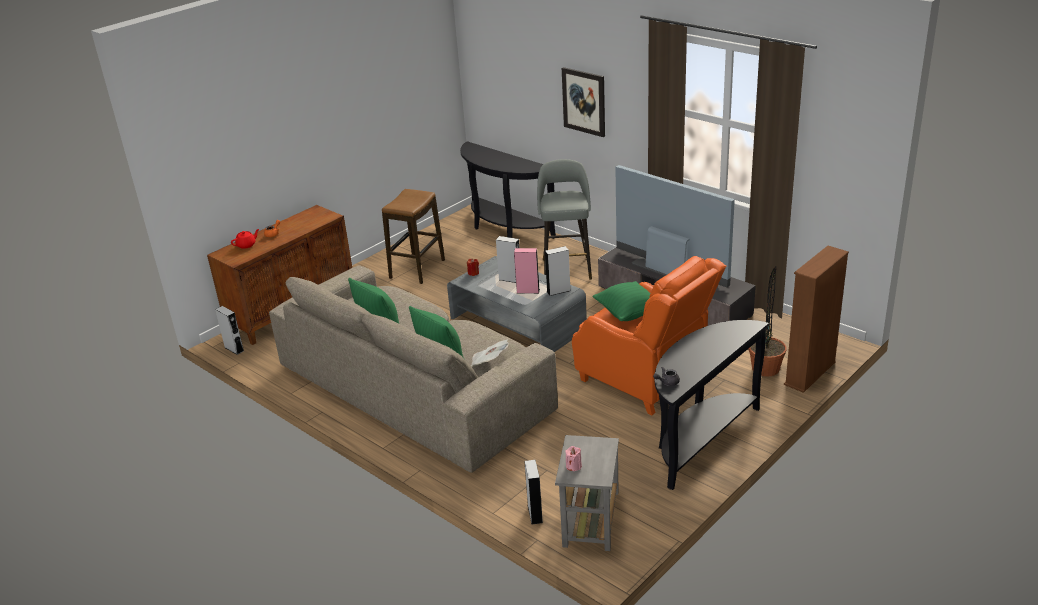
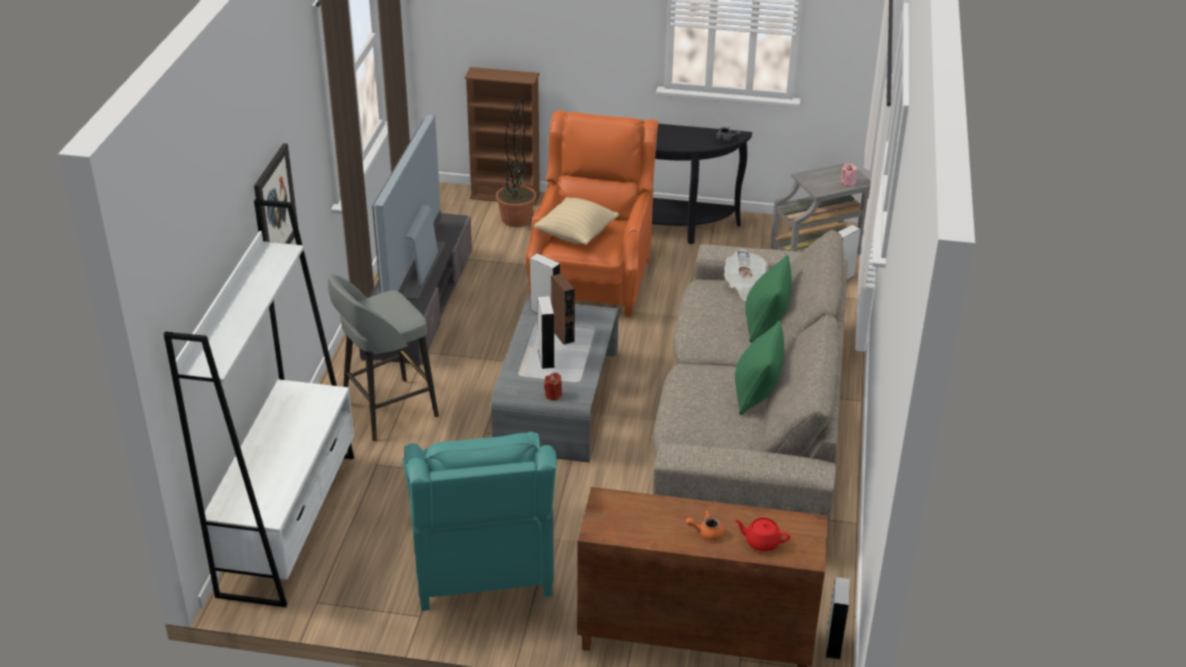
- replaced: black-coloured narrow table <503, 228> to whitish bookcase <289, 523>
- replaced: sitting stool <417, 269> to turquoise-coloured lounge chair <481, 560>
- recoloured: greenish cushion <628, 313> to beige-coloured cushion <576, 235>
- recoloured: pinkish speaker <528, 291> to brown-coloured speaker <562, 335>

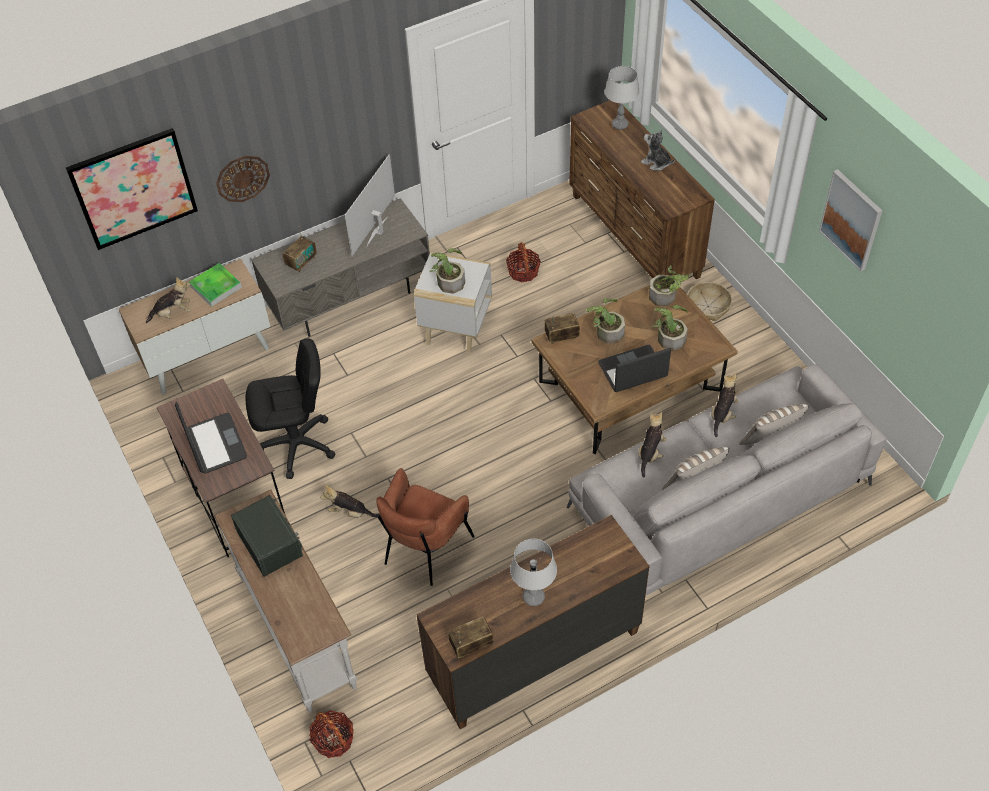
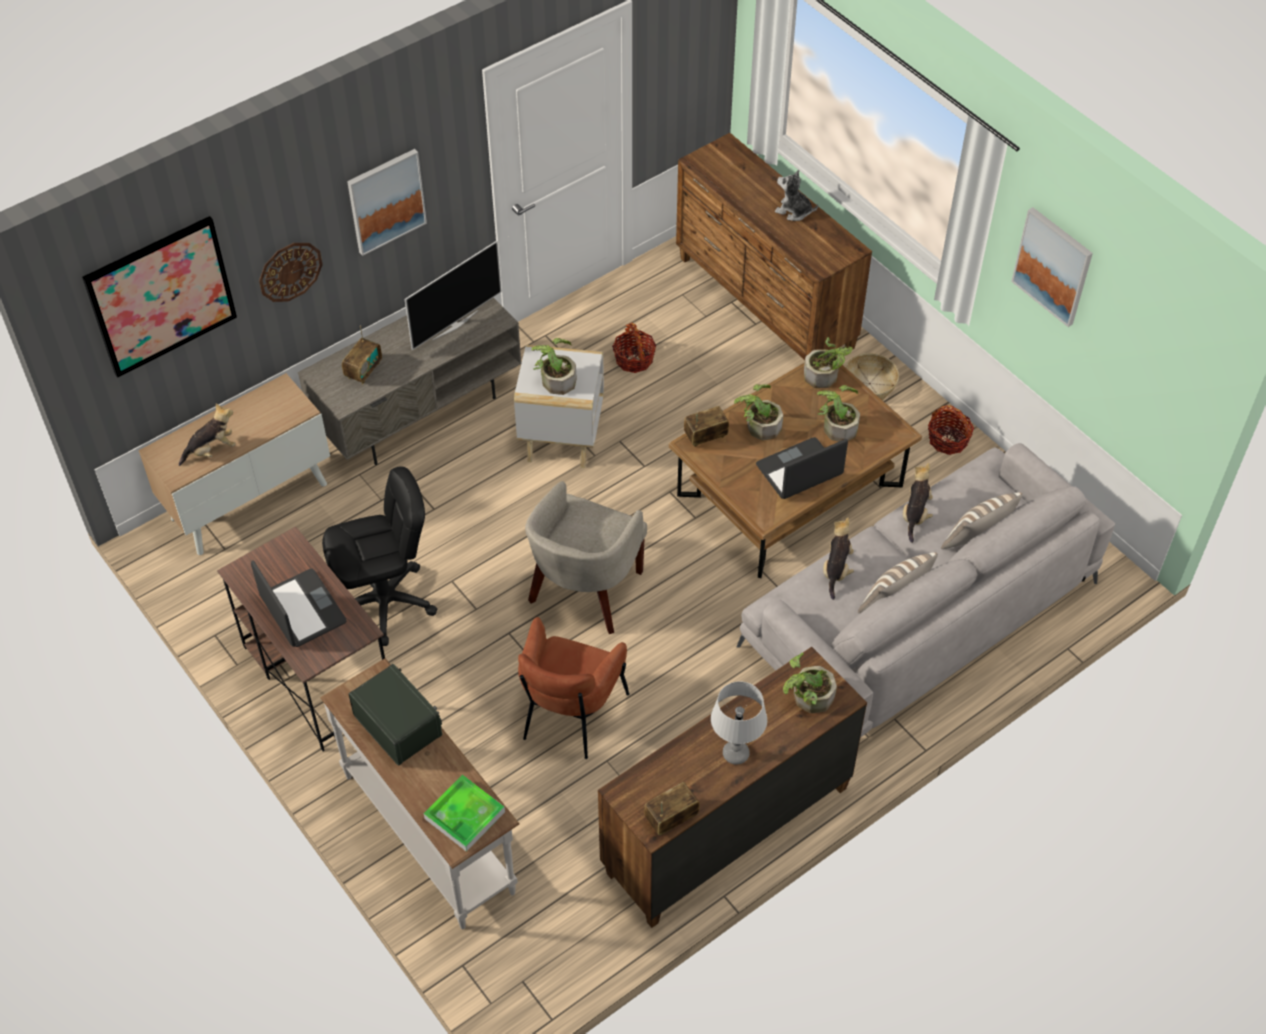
- added: picture <386, 201>
- turned: television <378, 232> = <454, 324> 150 degrees counterclockwise
- moved: serving tray <216, 287> to <464, 815>
- added: beige-coloured lounge chair <585, 591>
- added: potted plant <807, 697>
- moved: household basket <334, 739> to <948, 440>
- removed: plush toy <350, 512>
- removed: gray table lamp <620, 125>

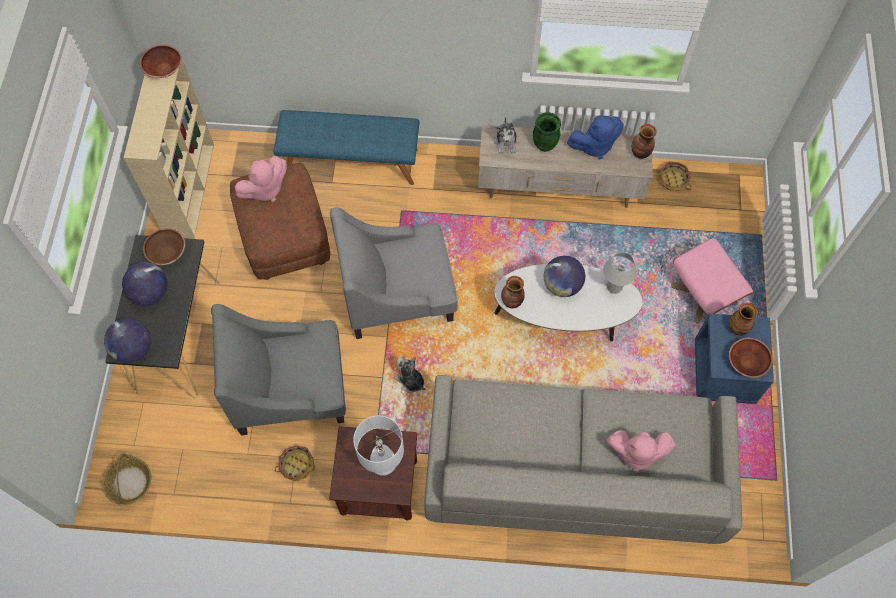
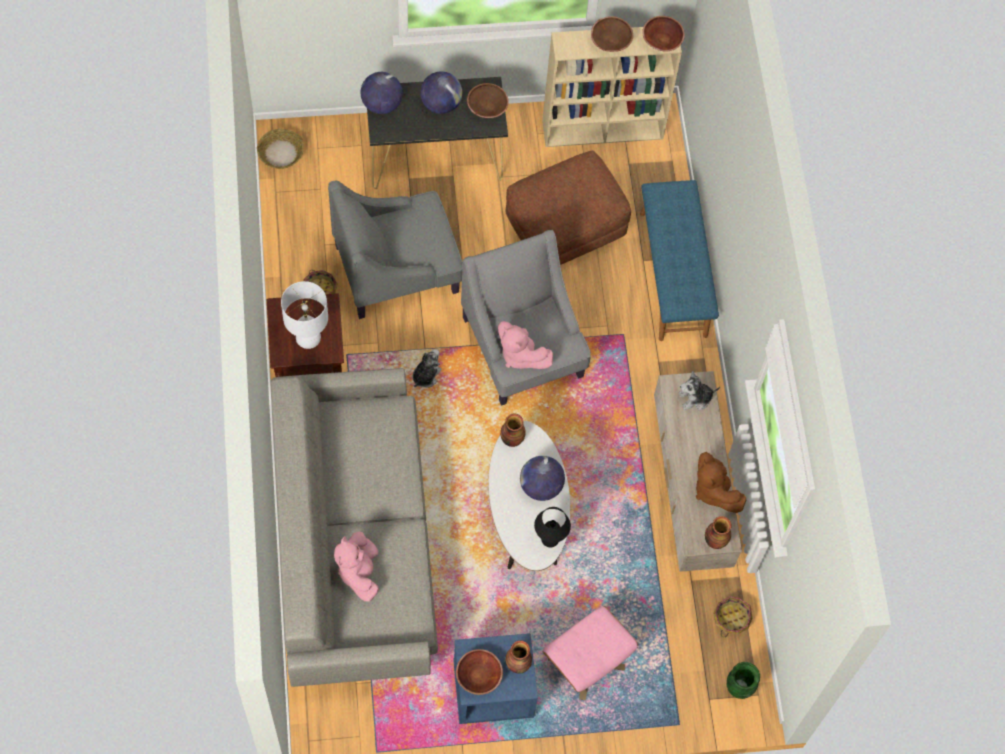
- turned: gray lounge chair <291, 388> = <398, 268> 90 degrees counterclockwise
- moved: pinkish plush toy <264, 189> to <520, 355>
- recoloured: whitish table lamp <614, 286> to black-coloured table lamp <550, 539>
- added: brown-coloured serving bowl <611, 41>
- recoloured: bluish plush toy <594, 145> to brown-coloured plush toy <713, 490>
- moved: greenish decorative vase <544, 144> to <739, 688>

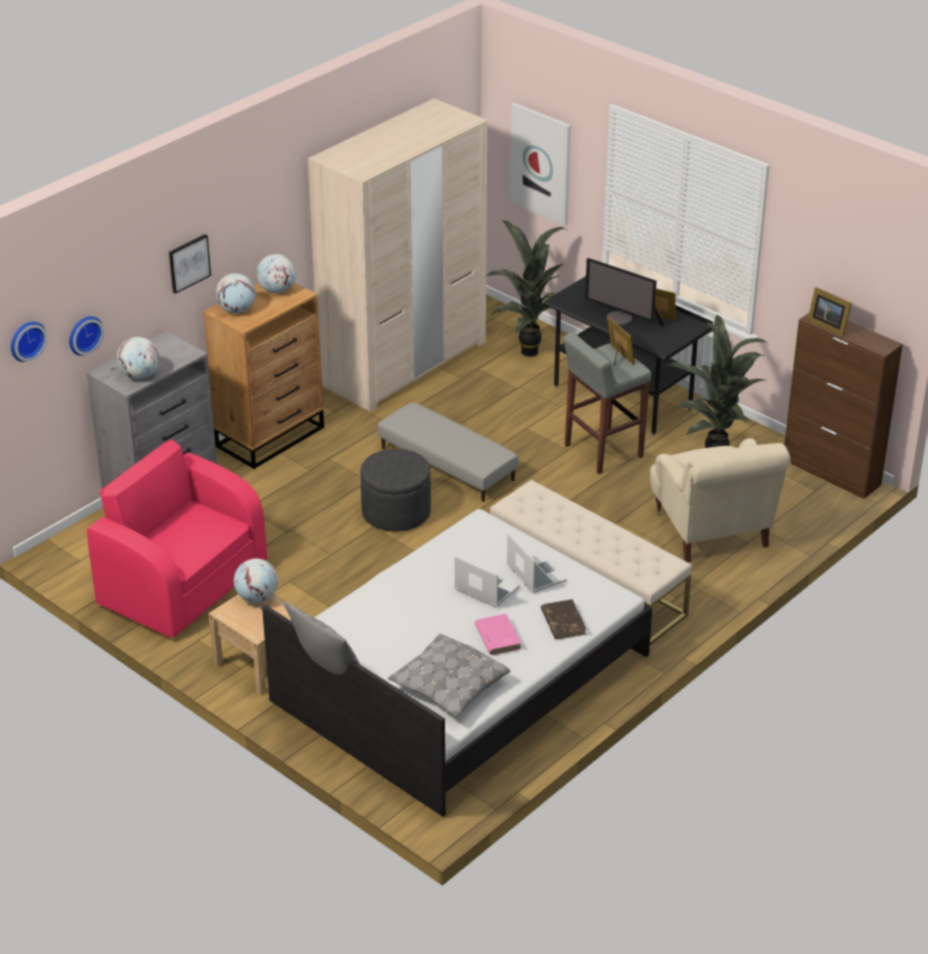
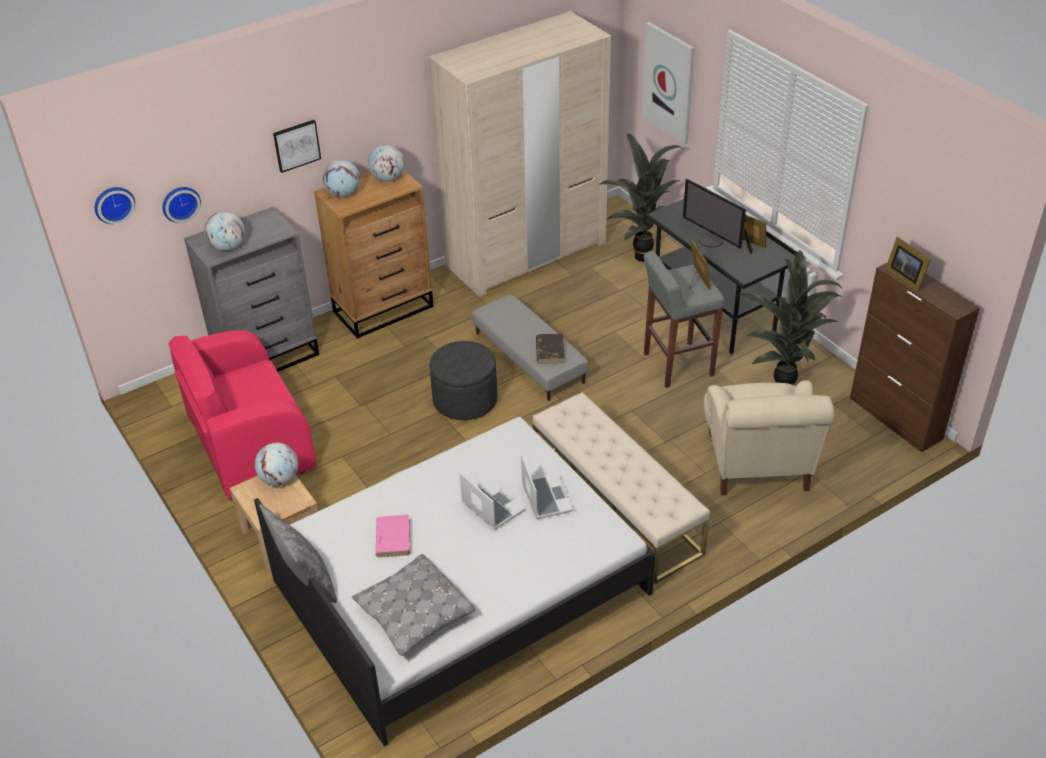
- turned: pinkish lounge chair <183, 583> = <249, 443> 75 degrees counterclockwise
- moved: pinkish book <497, 637> to <393, 538>
- moved: brown-coloured book <563, 621> to <550, 350>

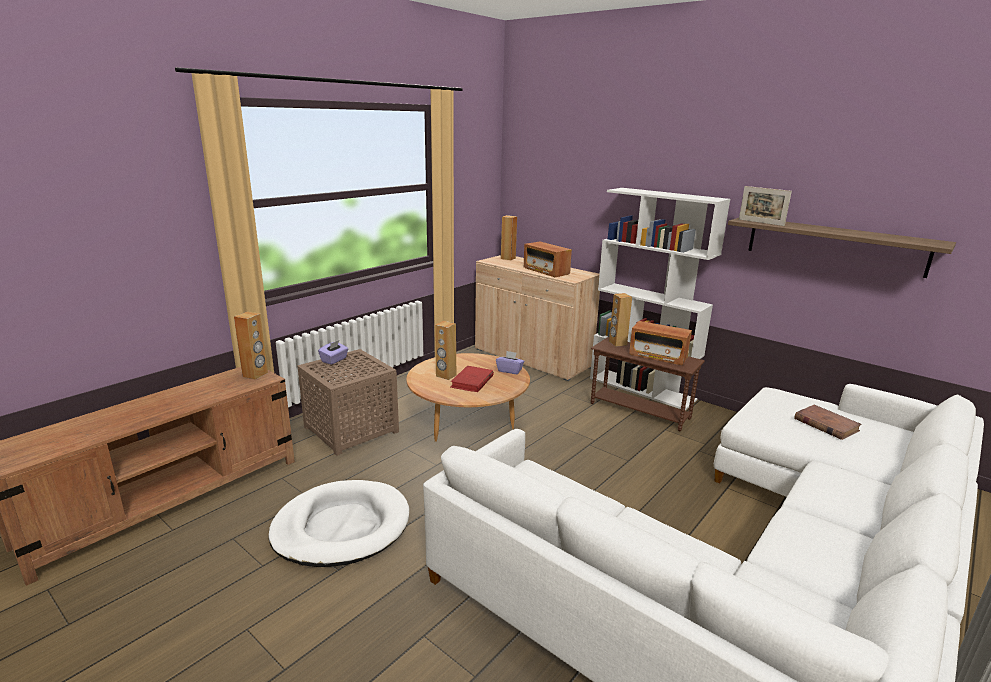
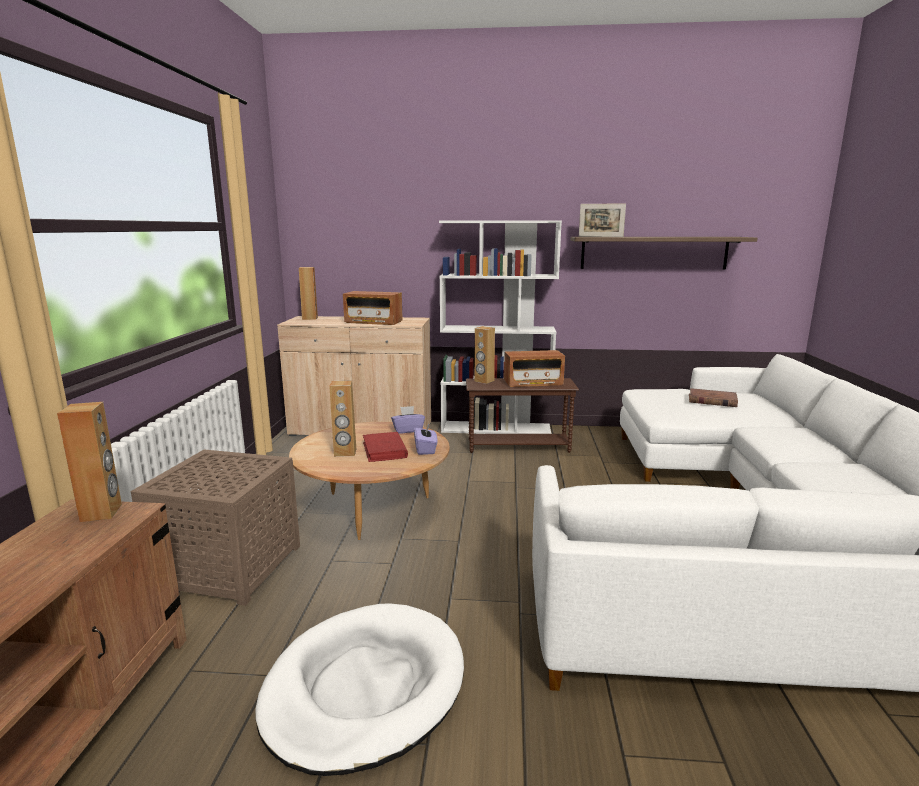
- moved: purplish tissue holder <334, 360> to <425, 449>

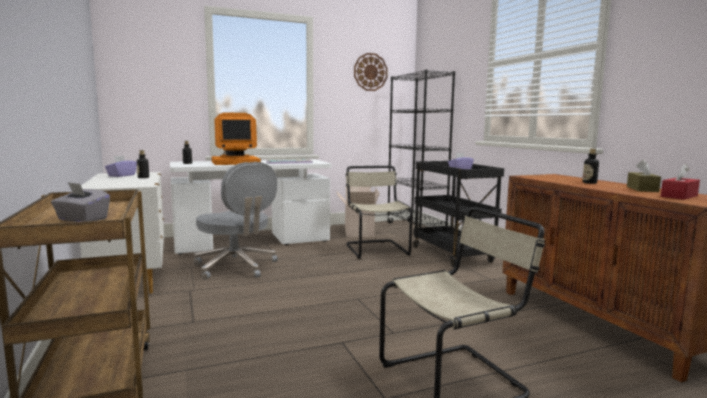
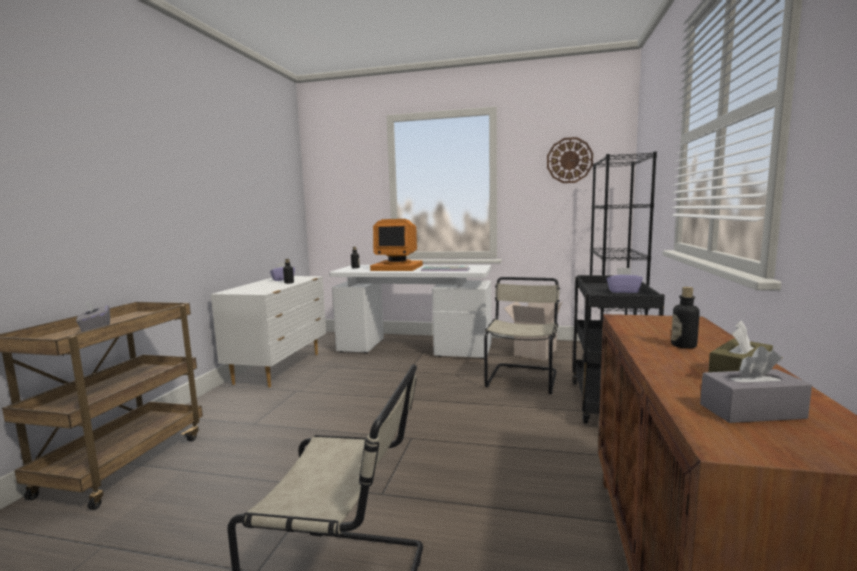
- recoloured: red-coloured tissue holder <679, 196> to gray tissue holder <751, 411>
- removed: gray office chair <236, 267>

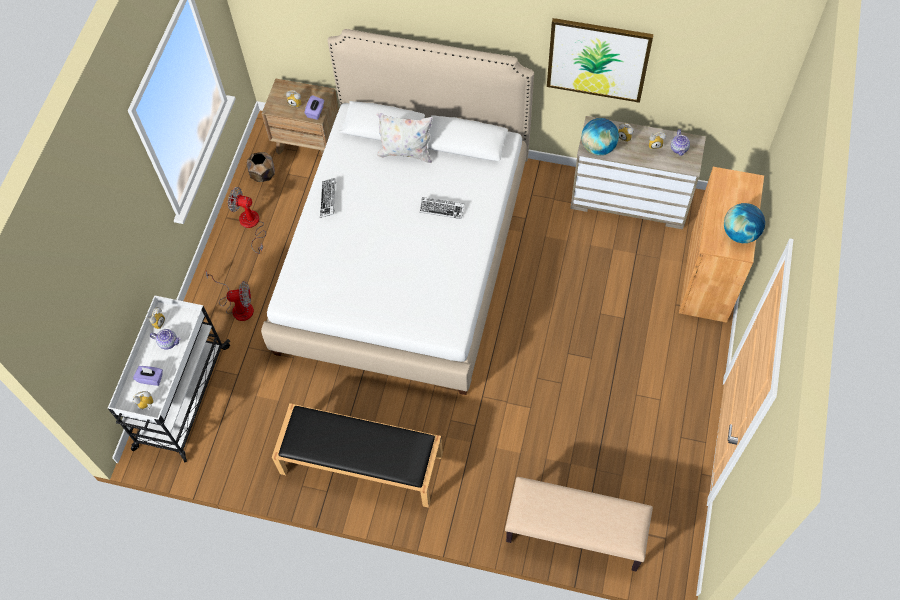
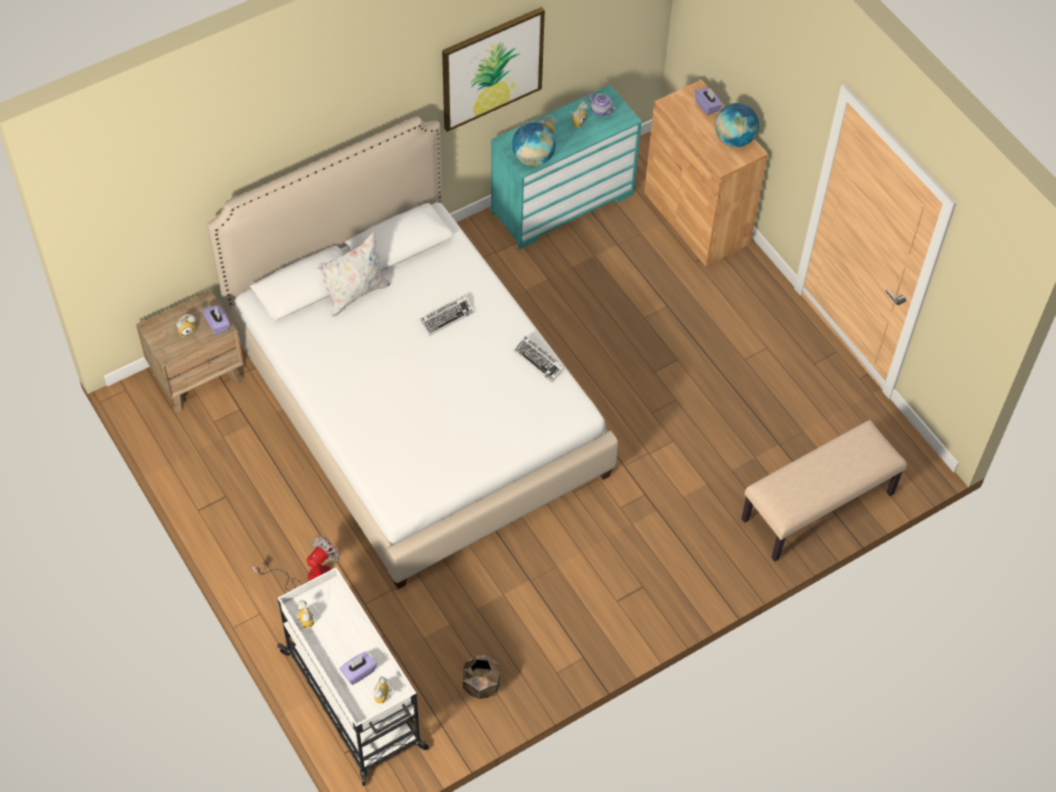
- moved: brown-coloured planter <263, 174> to <480, 685>
- recoloured: beige-coloured dresser <630, 199> to turquoise-coloured dresser <562, 202>
- moved: PC keyboard <328, 199> to <538, 361>
- added: purplish tissue holder <707, 106>
- removed: teapot <168, 342>
- removed: electric fan <251, 225>
- removed: black-coloured long seat <360, 464>

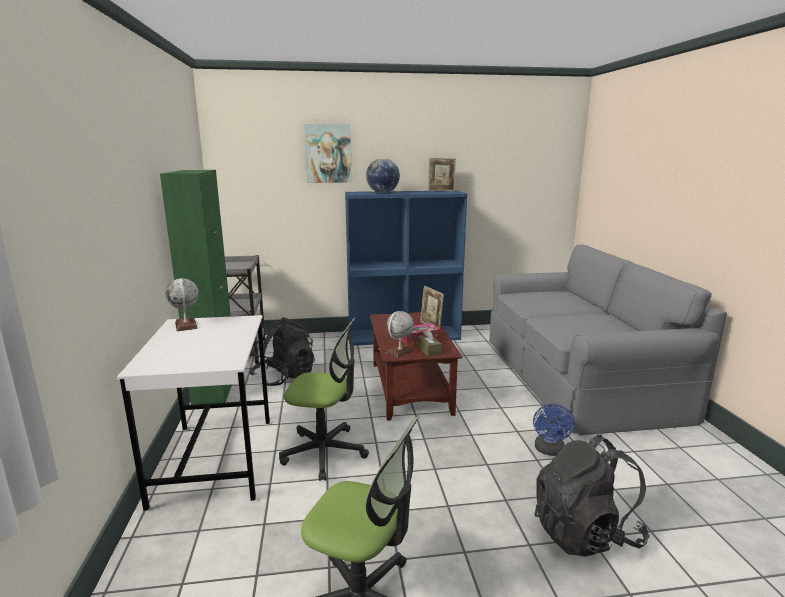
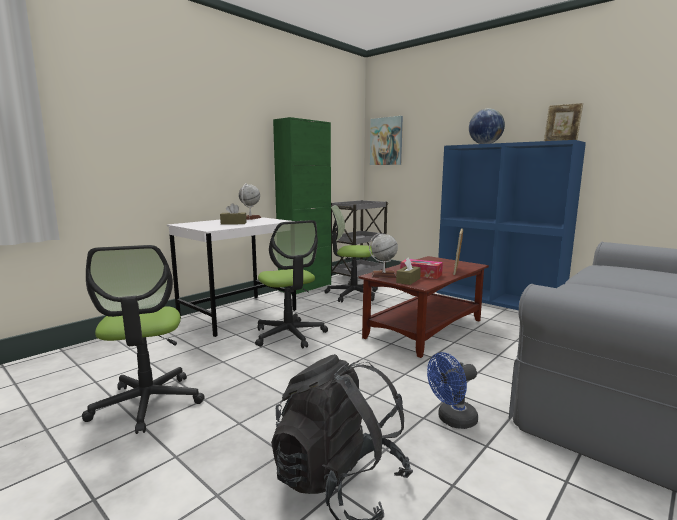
- added: brown-coloured tissue holder <233, 223>
- replaced: black-coloured knapsack <284, 377> to office chair <352, 294>
- moved: picture <328, 153> to <386, 141>

